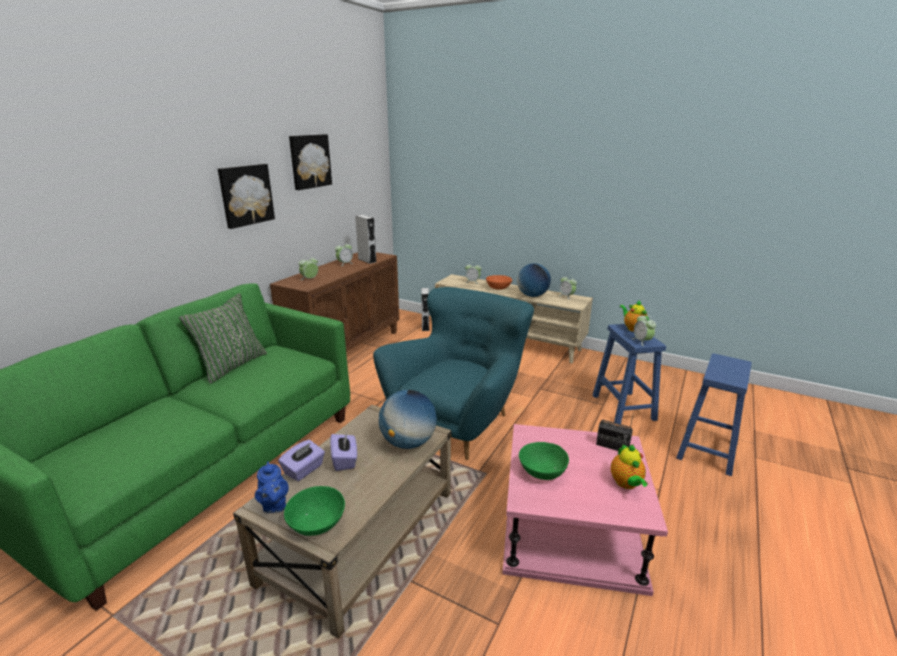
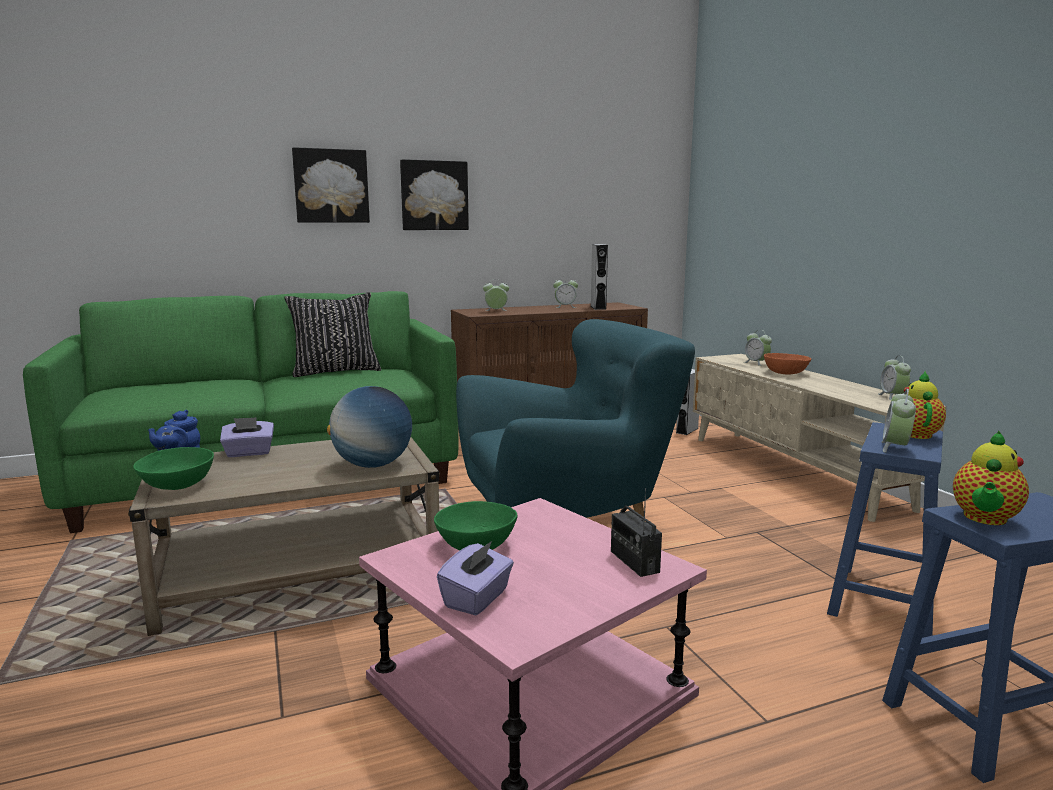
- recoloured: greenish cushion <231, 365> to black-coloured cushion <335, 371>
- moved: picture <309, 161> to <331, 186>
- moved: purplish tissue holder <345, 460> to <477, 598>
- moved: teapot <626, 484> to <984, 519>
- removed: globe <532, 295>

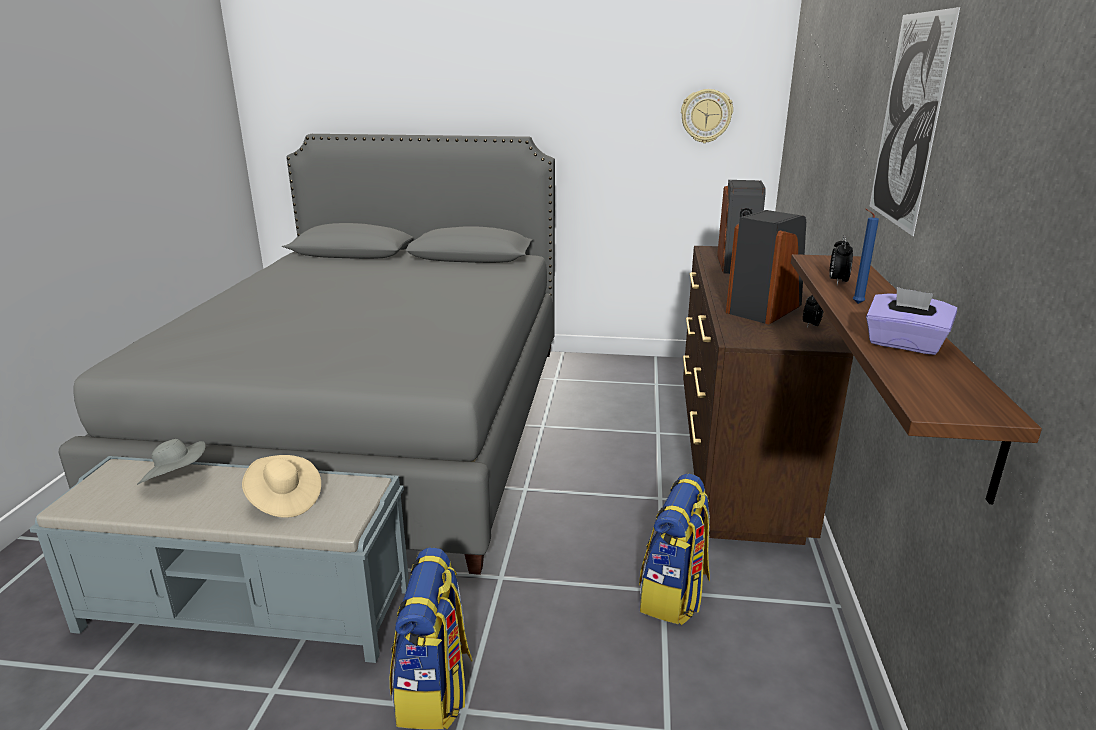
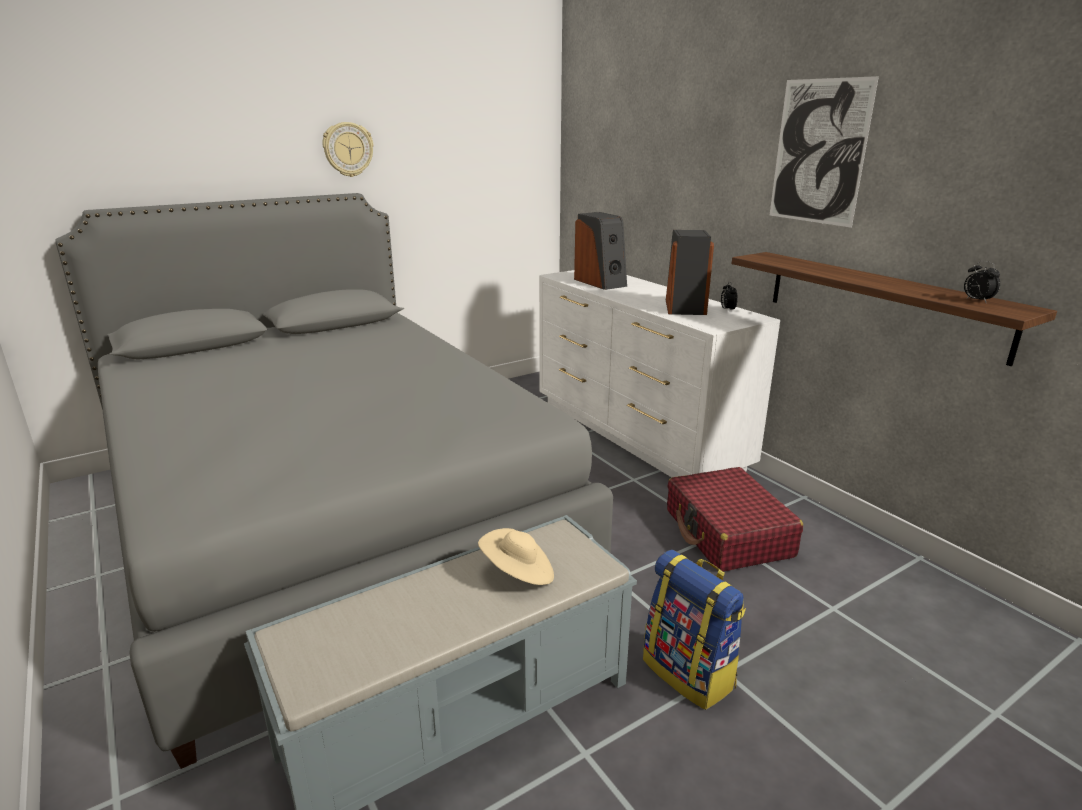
- moved: hanging clock <706, 116> to <348, 149>
- recoloured: brown-coloured dresser <735, 455> to whitish dresser <636, 434>
- replaced: knapsack <674, 595> to red-coloured piece of luggage <728, 533>
- moved: table clock <837, 281> to <976, 300>
- removed: gray wearable hat <176, 478>
- removed: bluish wax light <856, 303>
- removed: purplish tissue holder <904, 344>

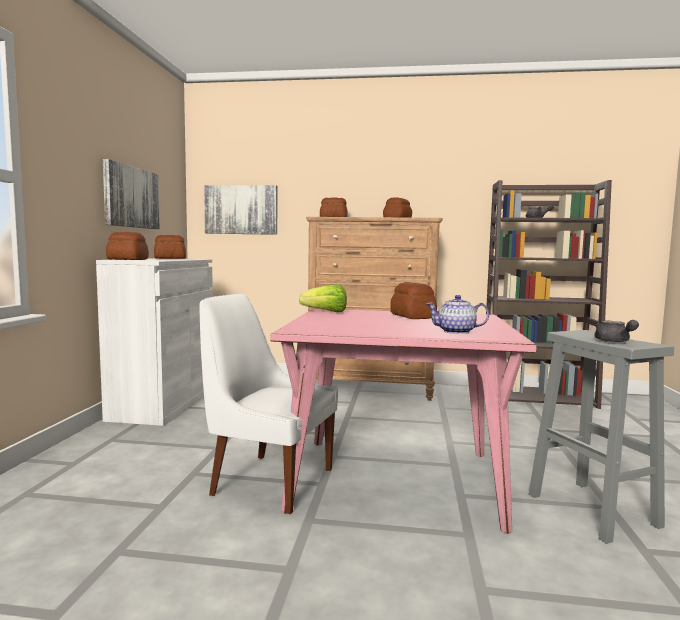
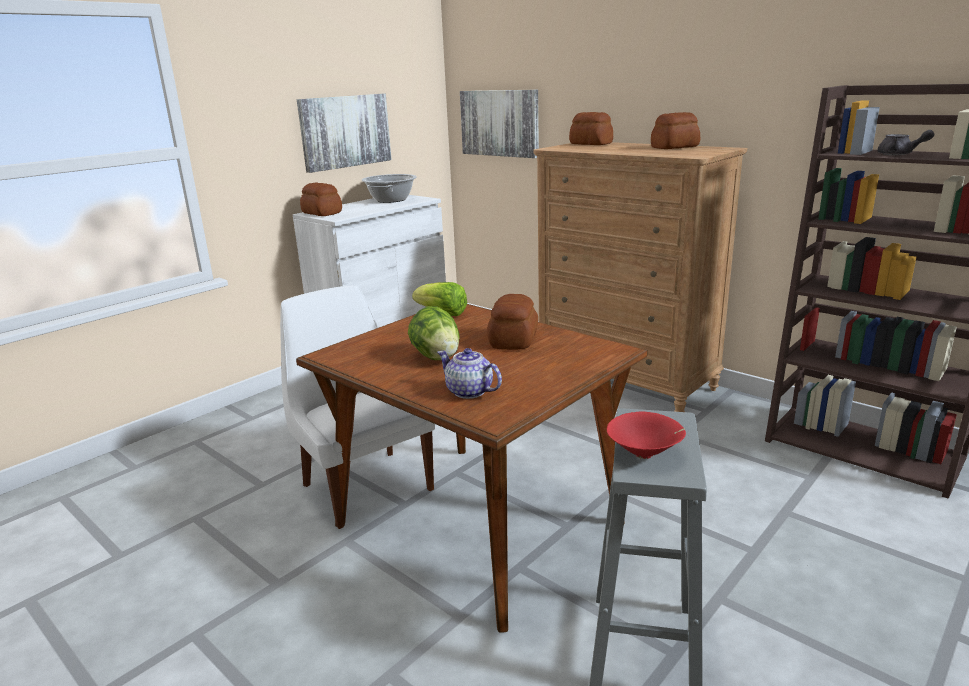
- recoloured: pinkish dinner table <394, 480> to brown-coloured dinner table <477, 523>
- replaced: bakery bread <169, 258> to cooking pot <391, 200>
- added: lettuce <437, 357>
- replaced: gray teapot <614, 341> to red-coloured serving bowl <645, 454>

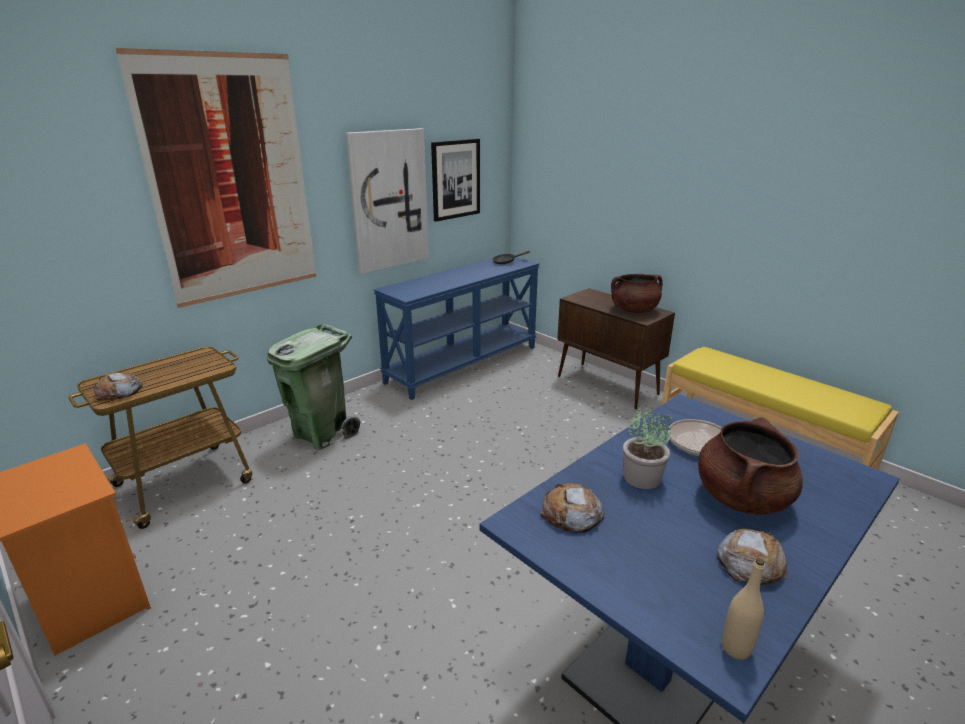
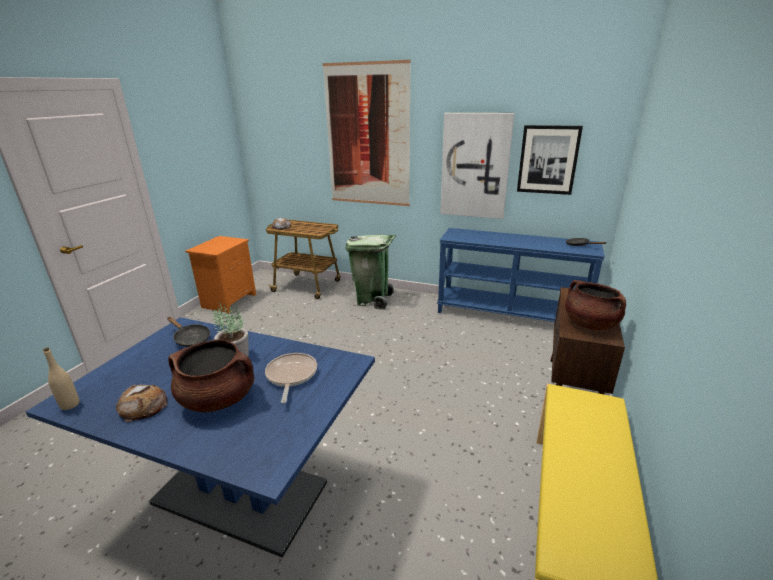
- replaced: bakery bread <571, 514> to black-coloured frying pan <190, 339>

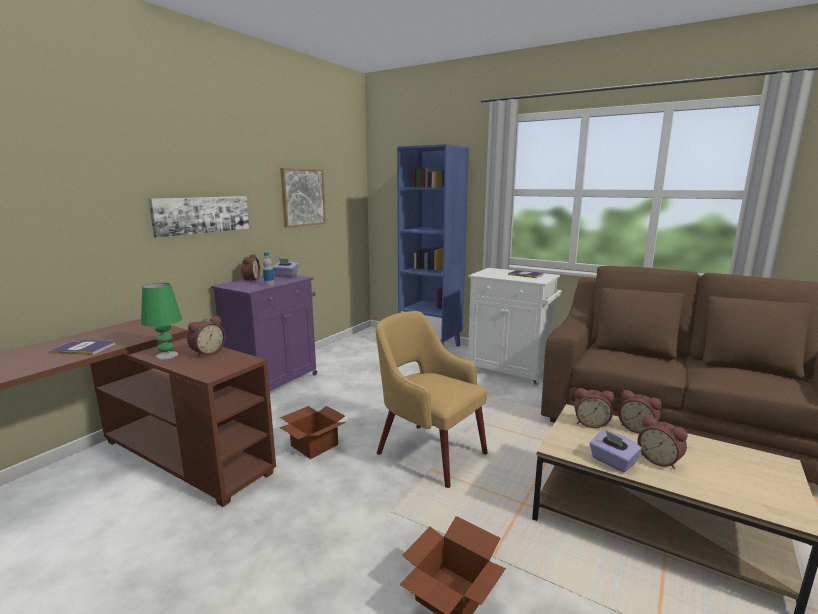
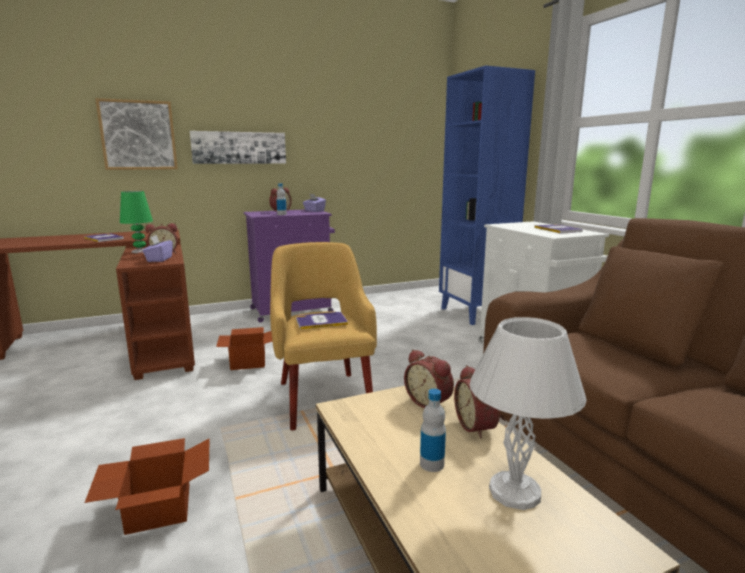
- moved: picture <303, 197> to <138, 135>
- moved: purplish tissue holder <612, 462> to <159, 259>
- added: book <321, 321>
- replaced: table clock <659, 460> to bottle <432, 464>
- added: whitish table lamp <516, 492>

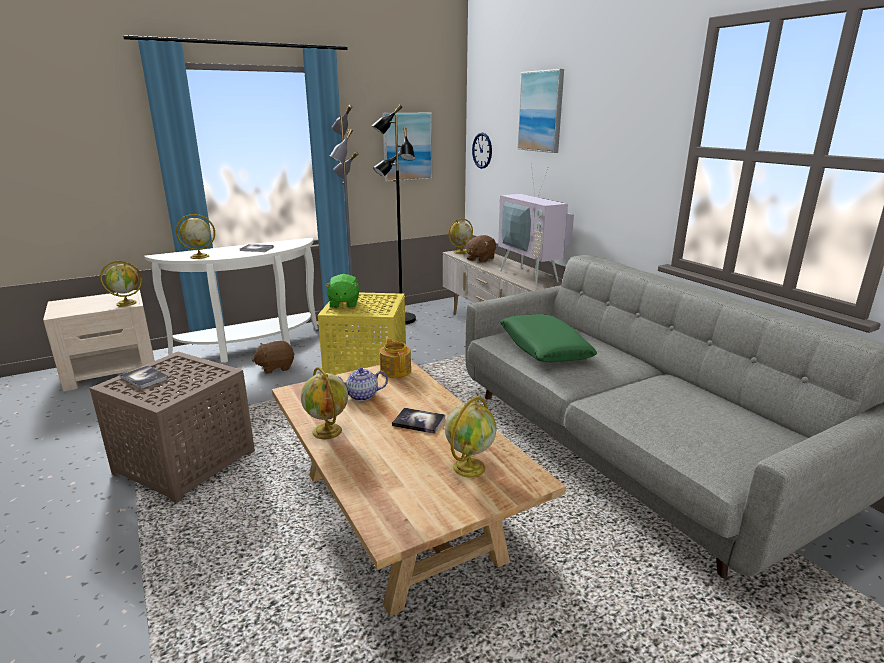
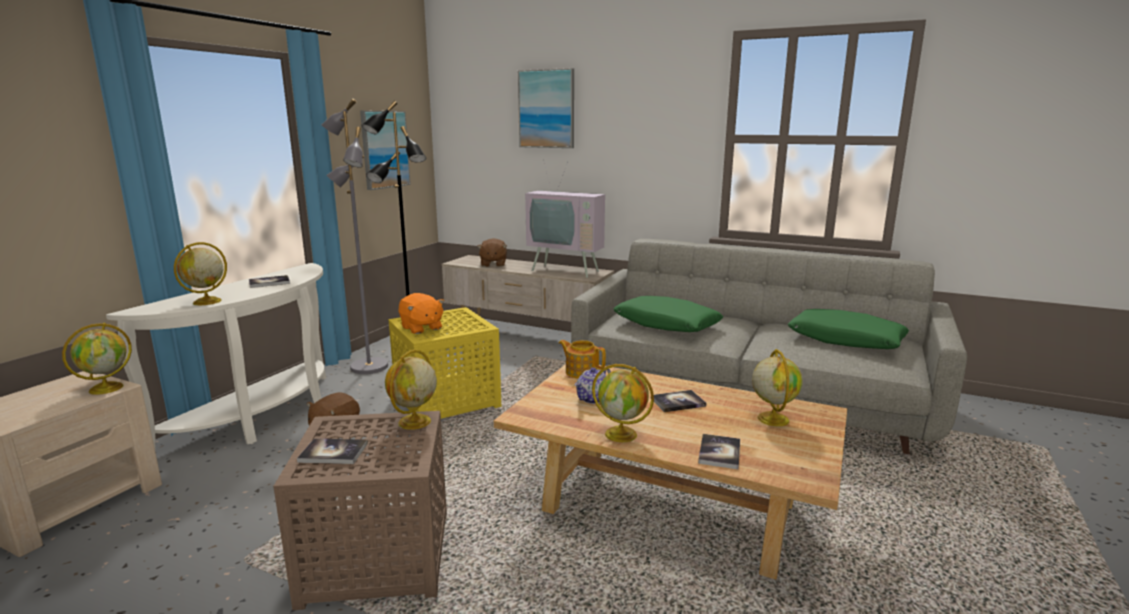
- moved: globe <460, 252> to <414, 422>
- recoloured: greenish plush toy <343, 304> to orangey plush toy <421, 328>
- added: book <719, 452>
- added: greenish cushion <845, 340>
- removed: hanging clock <482, 150>

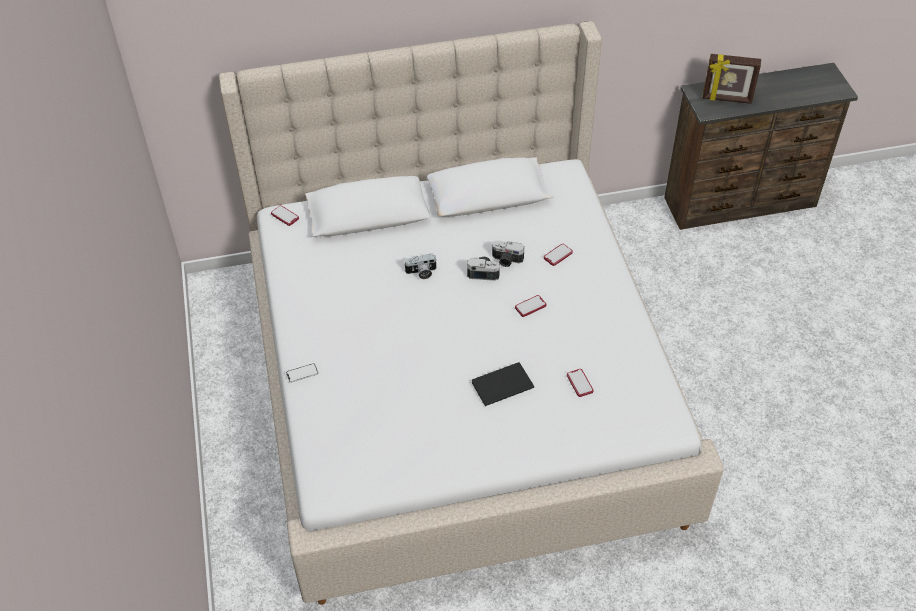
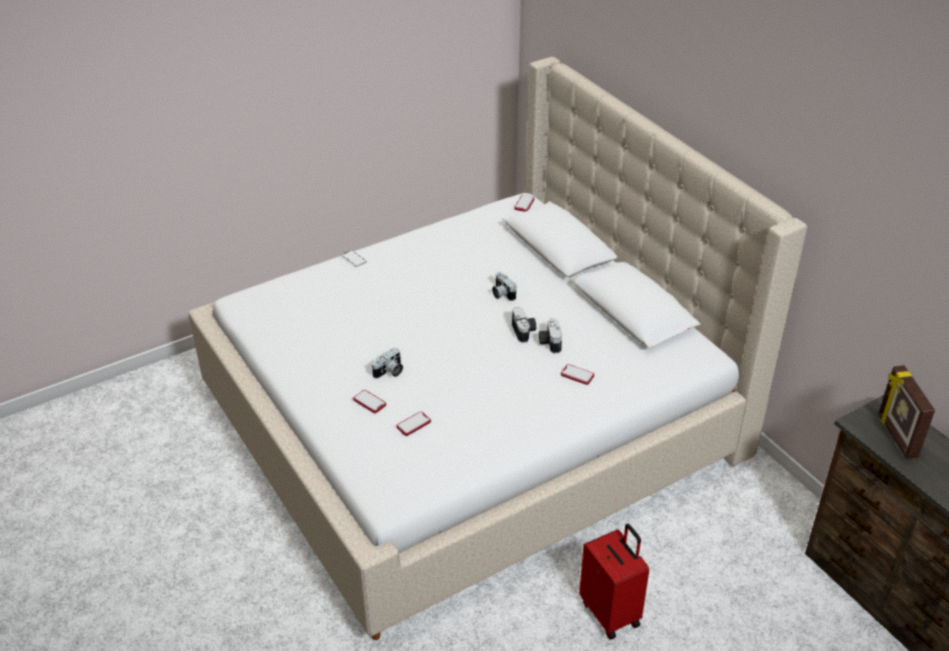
- moved: phone <530, 306> to <369, 402>
- replaced: black-coloured book <500, 384> to photo camera <389, 372>
- added: red-coloured piece of luggage <611, 613>

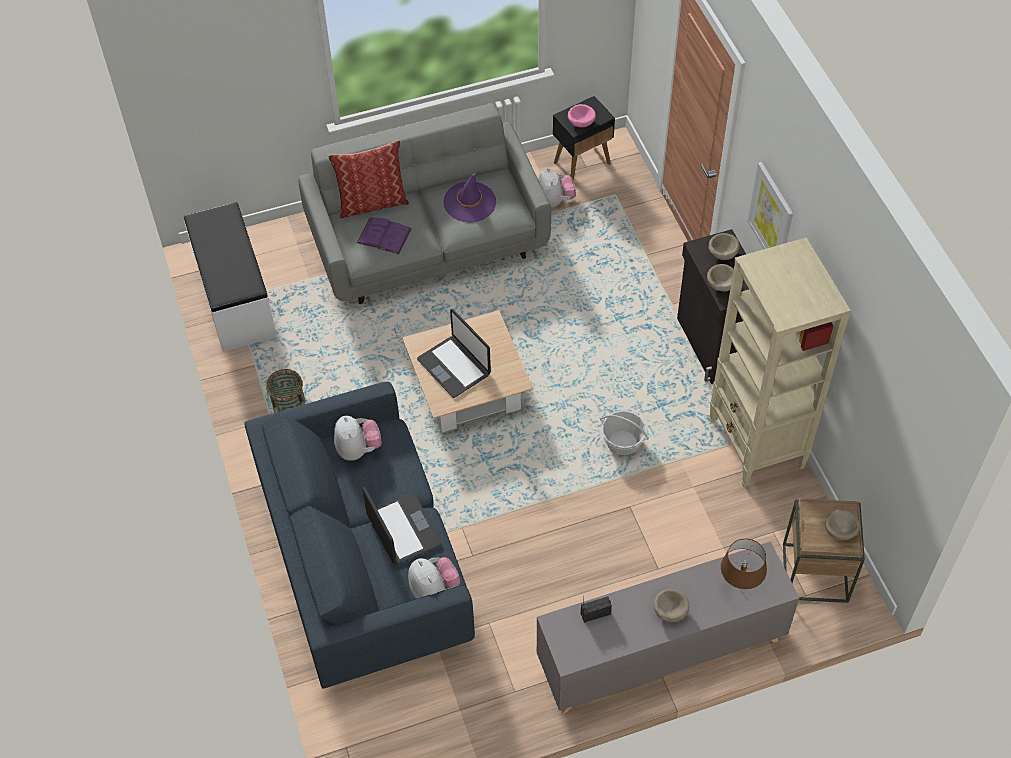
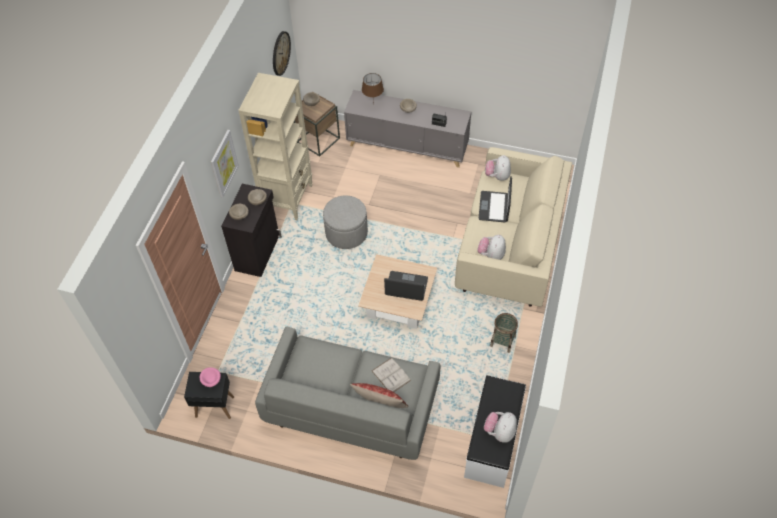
- added: hanging clock <280, 53>
- replaced: household basket <622, 443> to gray footrest <346, 233>
- recoloured: purplish book <384, 236> to whitish book <391, 375>
- turned: portable computer <454, 366> = <406, 287> 75 degrees counterclockwise
- recoloured: bluish couch <366, 562> to beige-coloured couch <509, 246>
- moved: plush toy <555, 201> to <499, 432>
- removed: purplish wearable hat <469, 202>

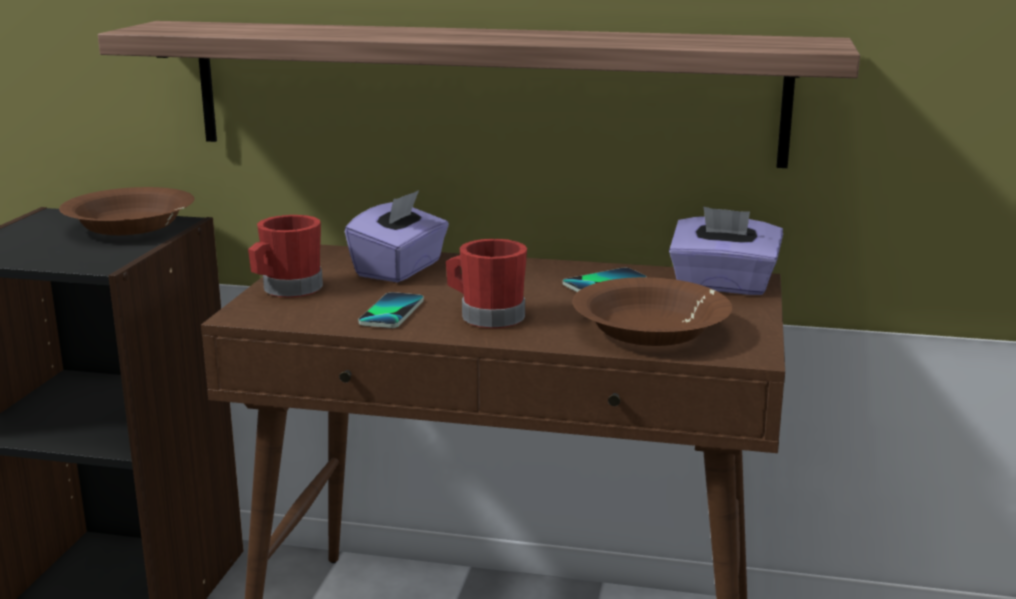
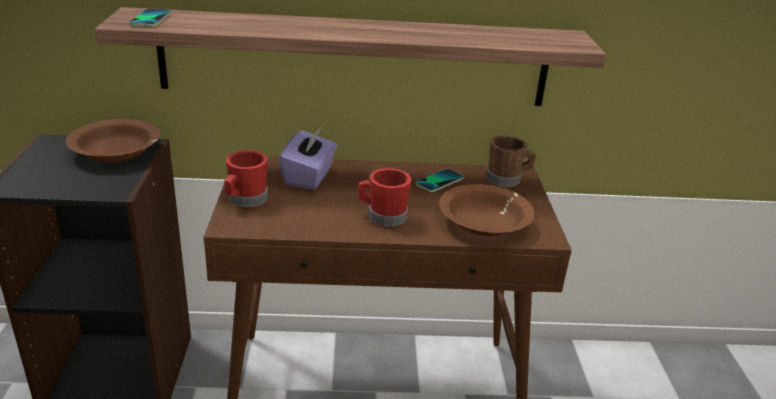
- moved: phone <391, 312> to <151, 19>
- replaced: purplish tissue holder <722, 285> to brown-coloured mug <507, 179>

